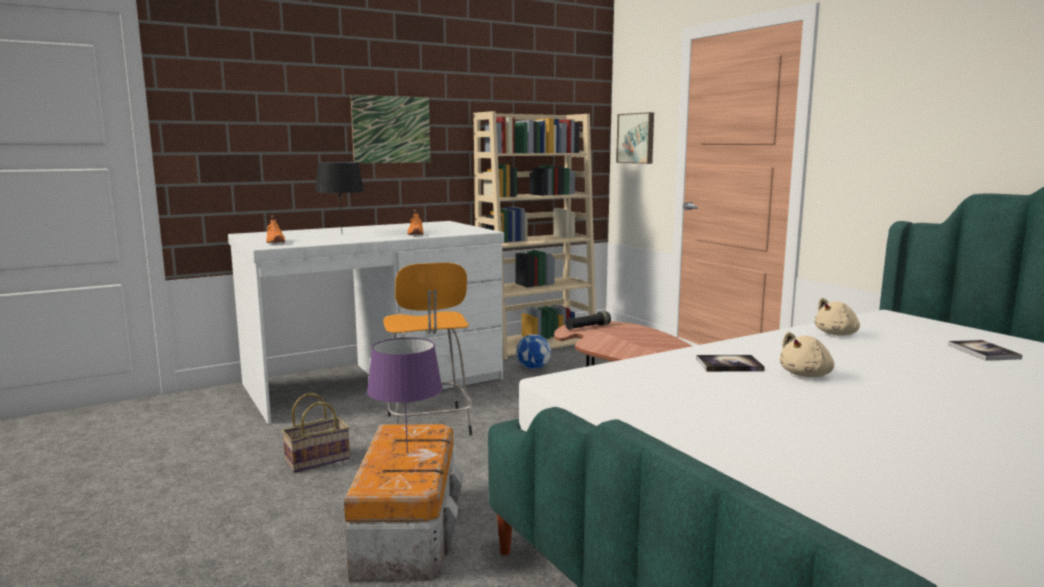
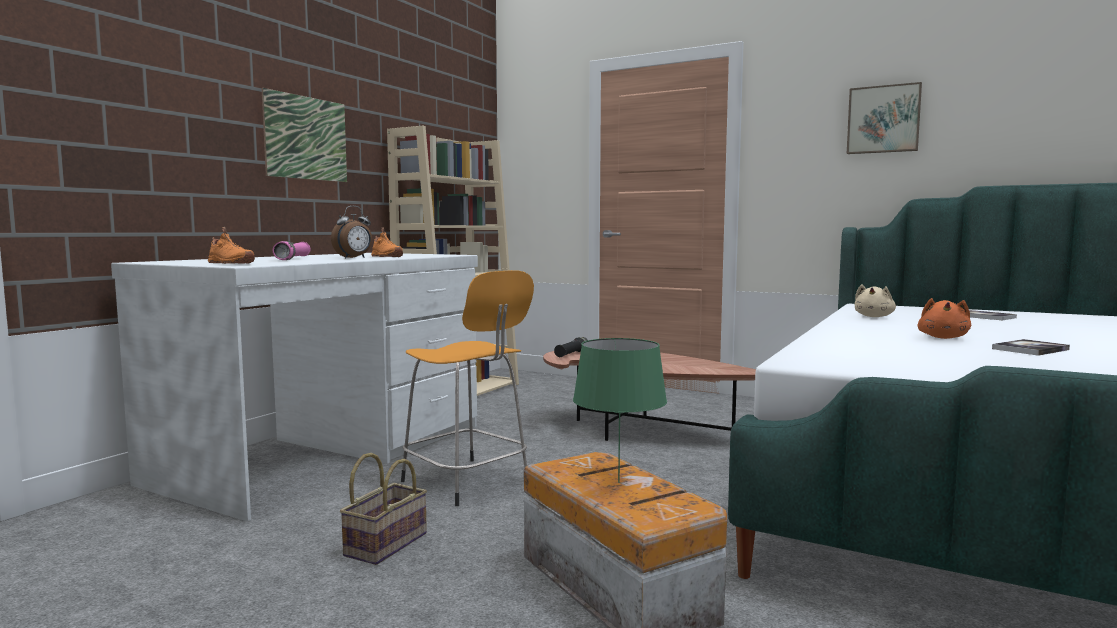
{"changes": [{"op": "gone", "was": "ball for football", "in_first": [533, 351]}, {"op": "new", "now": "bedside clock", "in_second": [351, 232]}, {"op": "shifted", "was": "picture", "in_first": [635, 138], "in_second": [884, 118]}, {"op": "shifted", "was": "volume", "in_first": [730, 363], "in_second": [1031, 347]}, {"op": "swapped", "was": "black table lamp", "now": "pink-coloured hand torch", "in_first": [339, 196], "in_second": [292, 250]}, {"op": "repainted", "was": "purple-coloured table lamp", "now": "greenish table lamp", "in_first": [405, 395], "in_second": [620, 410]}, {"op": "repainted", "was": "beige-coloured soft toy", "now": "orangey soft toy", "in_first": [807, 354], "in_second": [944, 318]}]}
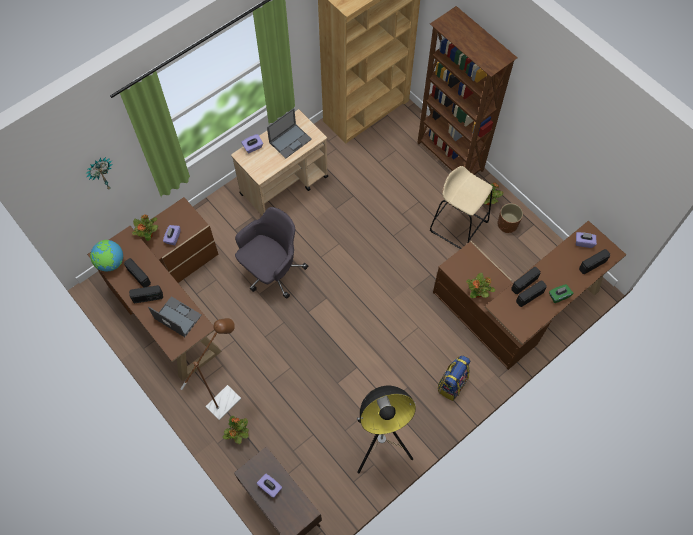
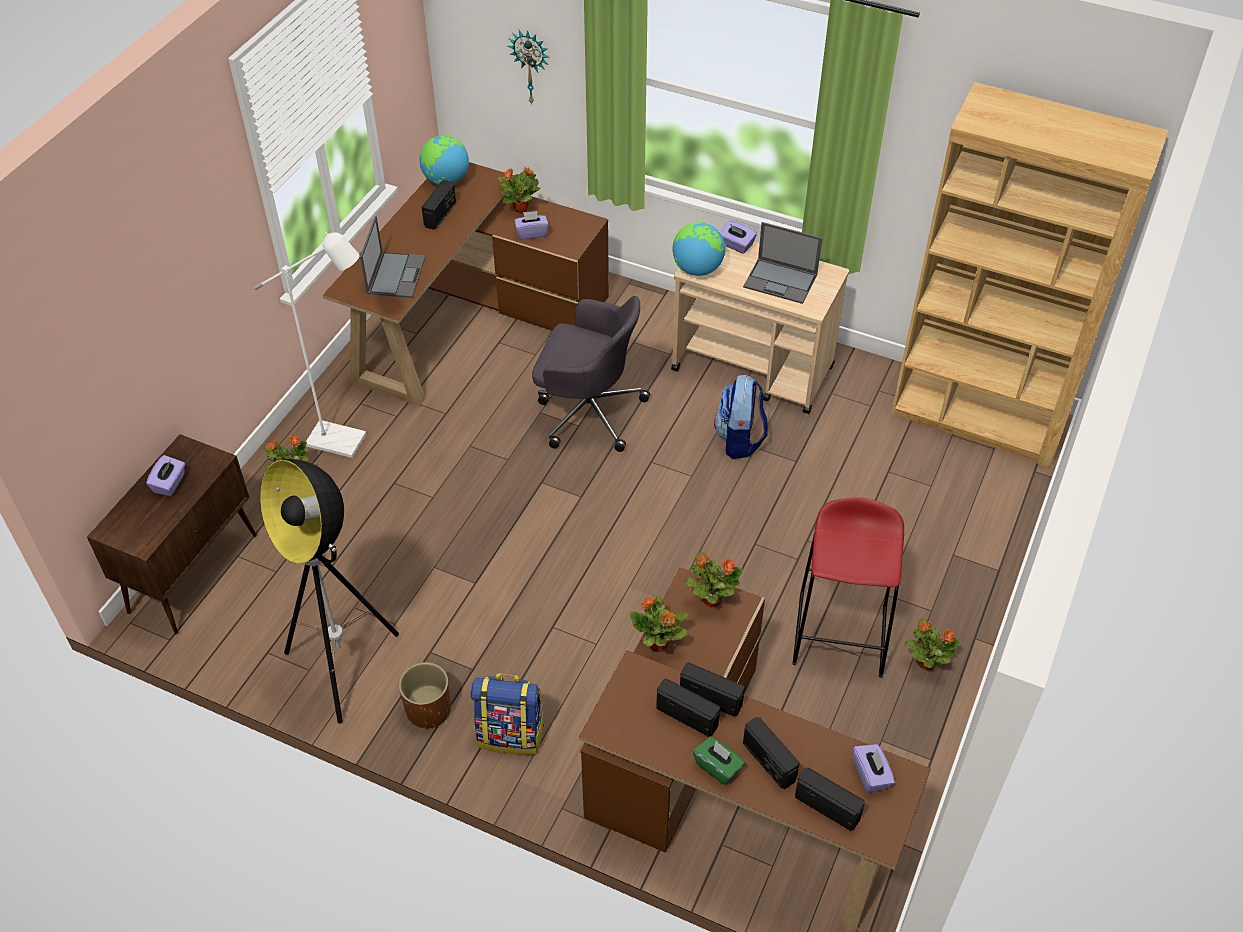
{"changes": [{"op": "gone", "was": "brown shelving unit", "in_first": [467, 90]}, {"op": "new", "now": "globe", "in_second": [699, 249]}, {"op": "new", "now": "plant in a pot", "in_second": [713, 579]}, {"op": "new", "now": "backpack", "in_second": [741, 417]}, {"op": "shifted", "was": "radio receiver", "in_first": [146, 294], "in_second": [771, 753]}, {"op": "shifted", "was": "brown flower pot", "in_first": [510, 218], "in_second": [425, 695]}, {"op": "repainted", "was": "brown standard lamp", "now": "white standard lamp", "in_first": [211, 369], "in_second": [309, 345]}, {"op": "repainted", "was": "beige-coloured stool seat", "now": "red-coloured stool seat", "in_first": [461, 207], "in_second": [848, 587]}]}
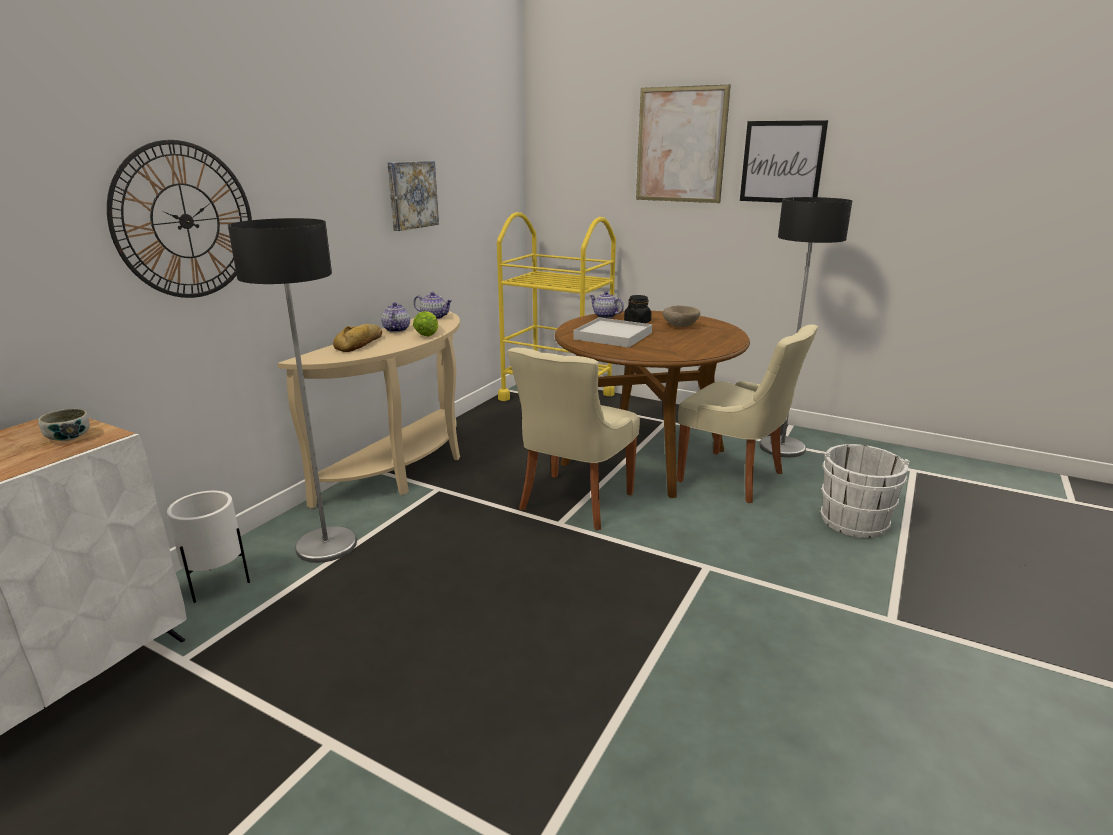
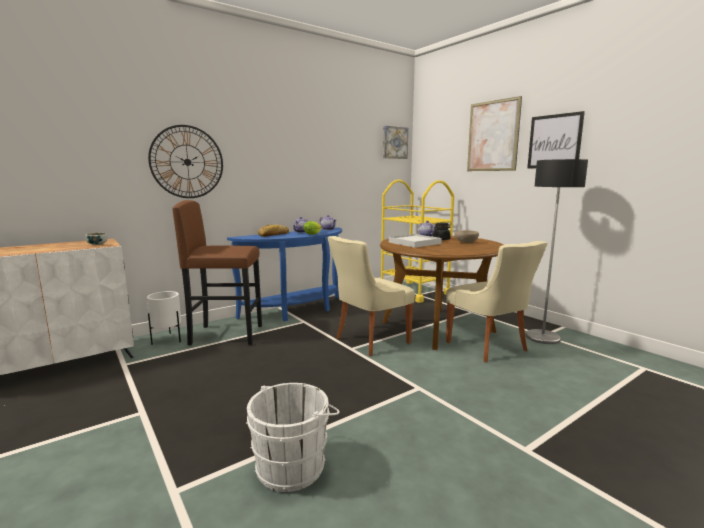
{"changes": [{"op": "shifted", "was": "picture", "in_first": [413, 196], "in_second": [395, 142]}, {"op": "shifted", "was": "white bucket", "in_first": [865, 491], "in_second": [292, 437]}, {"op": "swapped", "was": "standard lamp", "now": "brown stool seat", "in_first": [292, 390], "in_second": [217, 272]}, {"op": "repainted", "was": "beige-coloured hall table", "now": "bluish hall table", "in_first": [369, 409], "in_second": [284, 274]}]}
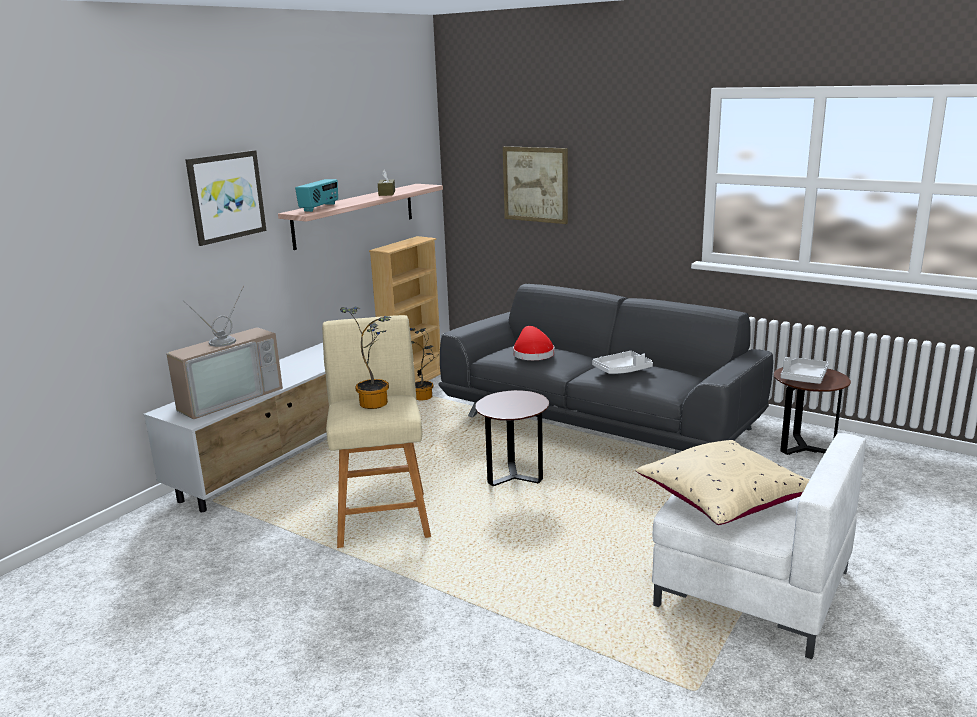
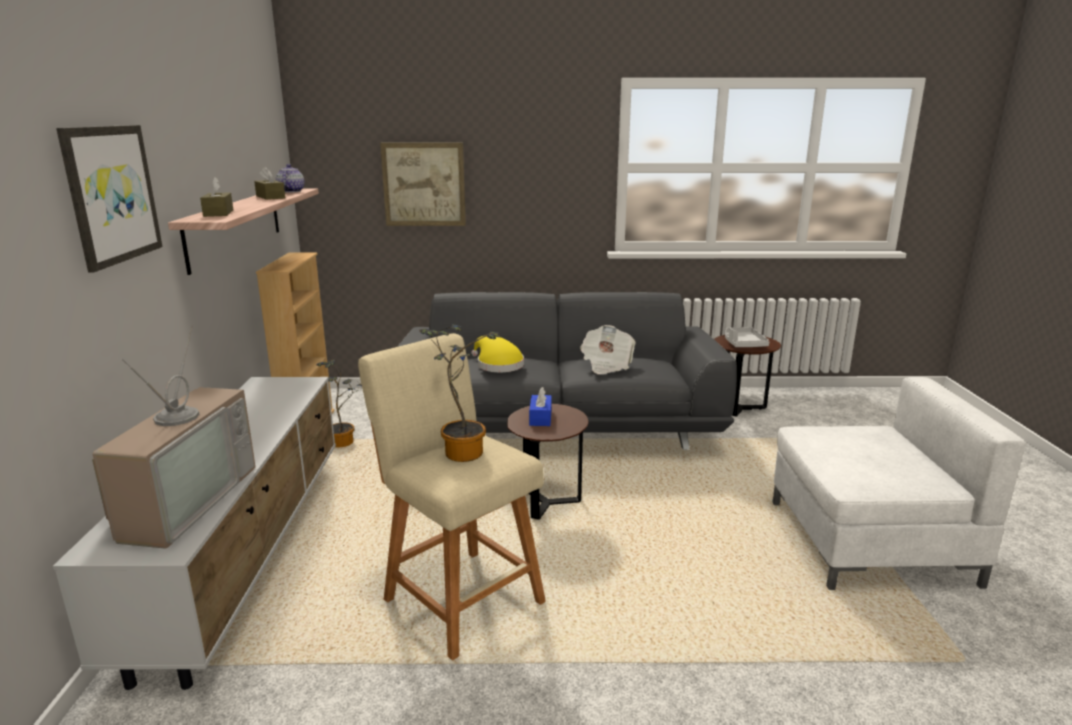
{"changes": [{"op": "gone", "was": "beige-coloured throw pillow", "in_first": [722, 482]}, {"op": "new", "now": "teapot", "in_second": [289, 178]}, {"op": "new", "now": "bluish tissue holder", "in_second": [540, 406]}, {"op": "swapped", "was": "radio receiver", "now": "brown tissue holder", "in_first": [316, 195], "in_second": [216, 197]}, {"op": "swapped", "was": "white tray", "now": "daily paper", "in_first": [622, 362], "in_second": [608, 349]}, {"op": "repainted", "was": "red-coloured wearable hat", "now": "yellow-coloured wearable hat", "in_first": [534, 343], "in_second": [497, 354]}]}
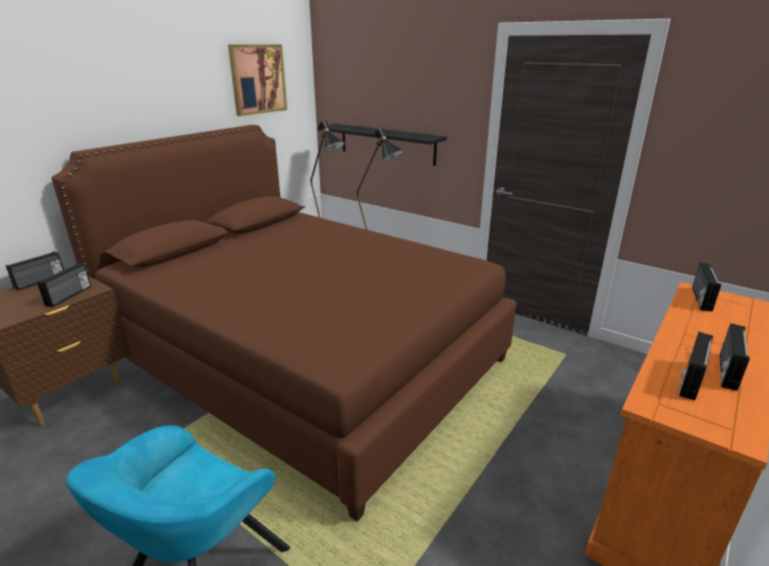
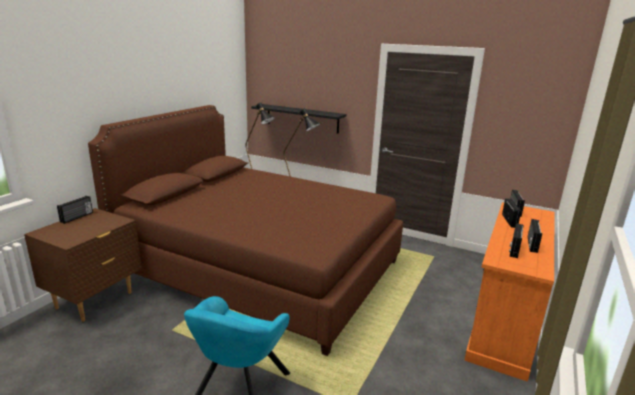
{"changes": [{"op": "gone", "was": "picture", "in_first": [257, 80]}, {"op": "shifted", "was": "radio receiver", "in_first": [64, 285], "in_second": [511, 213]}]}
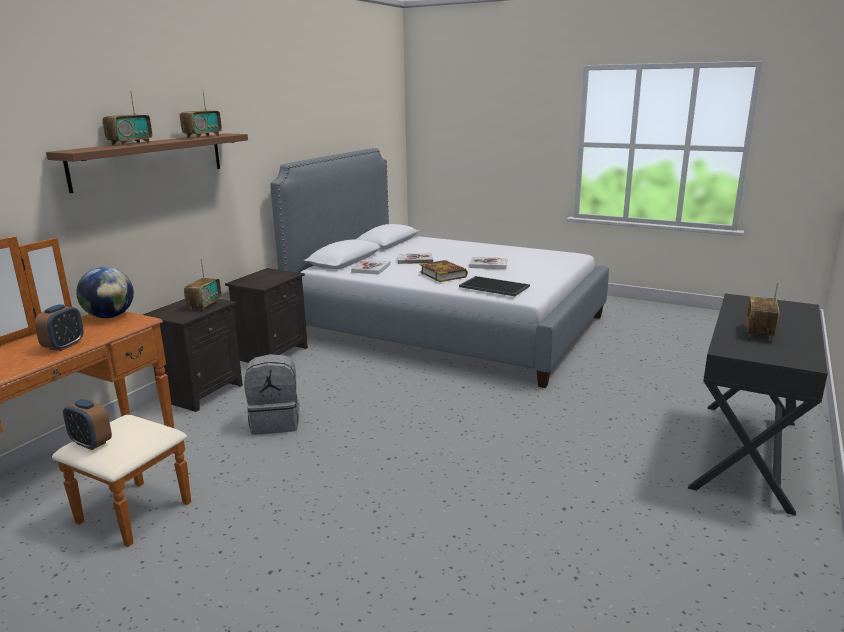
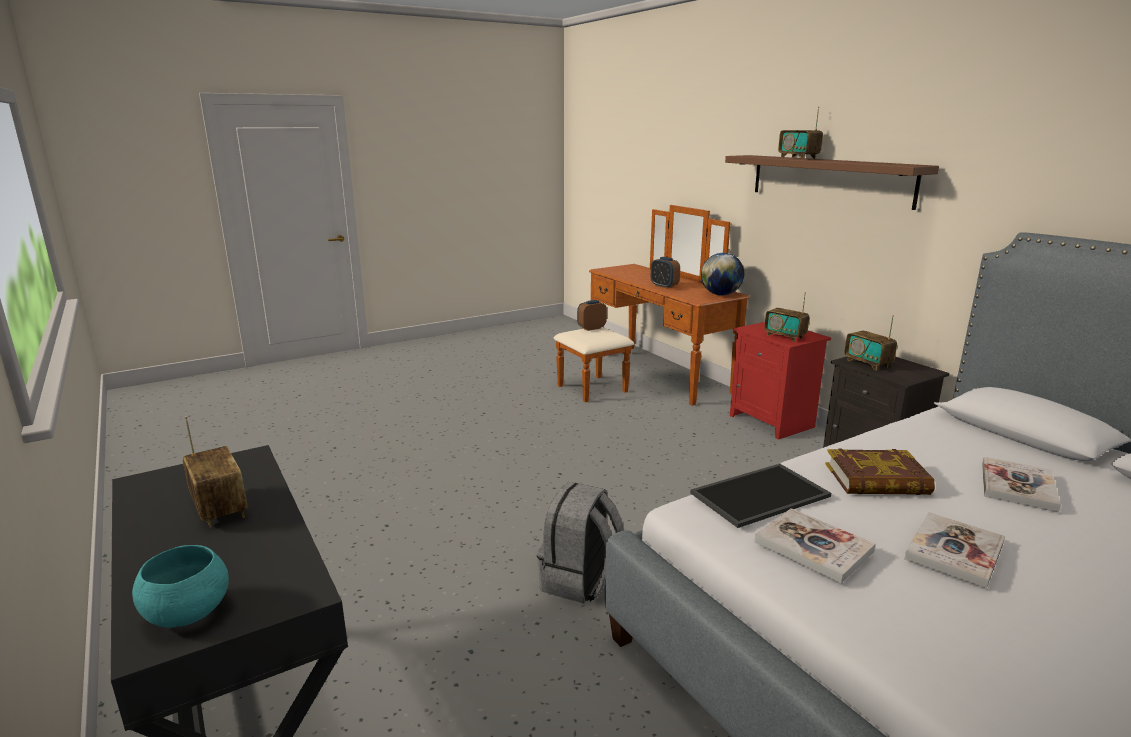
{"changes": [{"op": "new", "now": "turquoise serving bowl", "in_second": [180, 586]}, {"op": "shifted", "was": "radio receiver", "in_first": [201, 114], "in_second": [871, 343]}, {"op": "shifted", "was": "grey backpack", "in_first": [271, 394], "in_second": [580, 542]}, {"op": "shifted", "was": "volume", "in_first": [371, 267], "in_second": [815, 545]}, {"op": "repainted", "was": "black bedside table", "now": "red-coloured bedside table", "in_first": [193, 355], "in_second": [780, 380]}]}
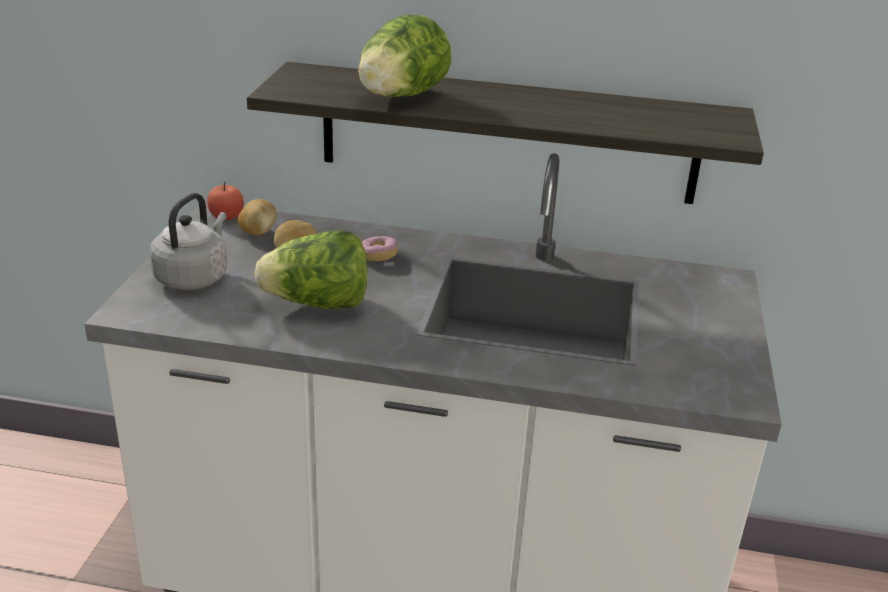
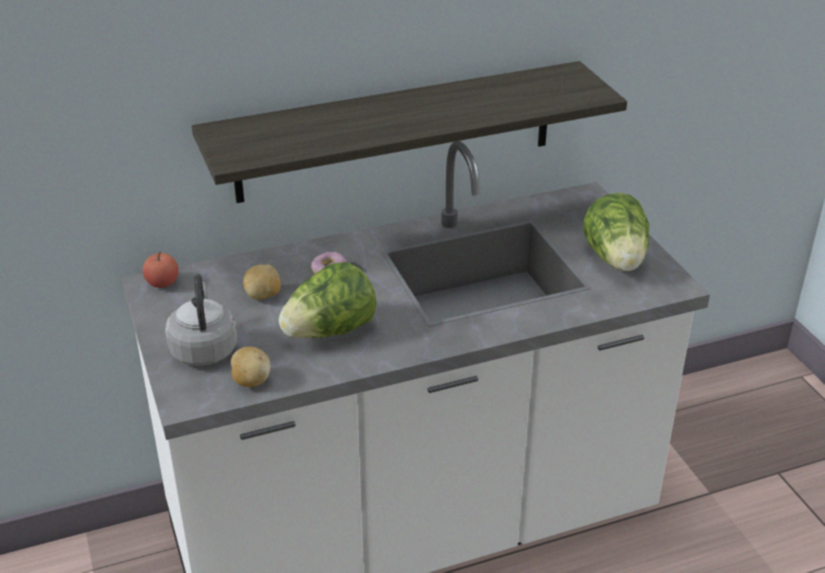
{"changes": [{"op": "shifted", "was": "potato", "in_first": [257, 217], "in_second": [251, 367]}, {"op": "shifted", "was": "lettuce", "in_first": [404, 56], "in_second": [616, 232]}]}
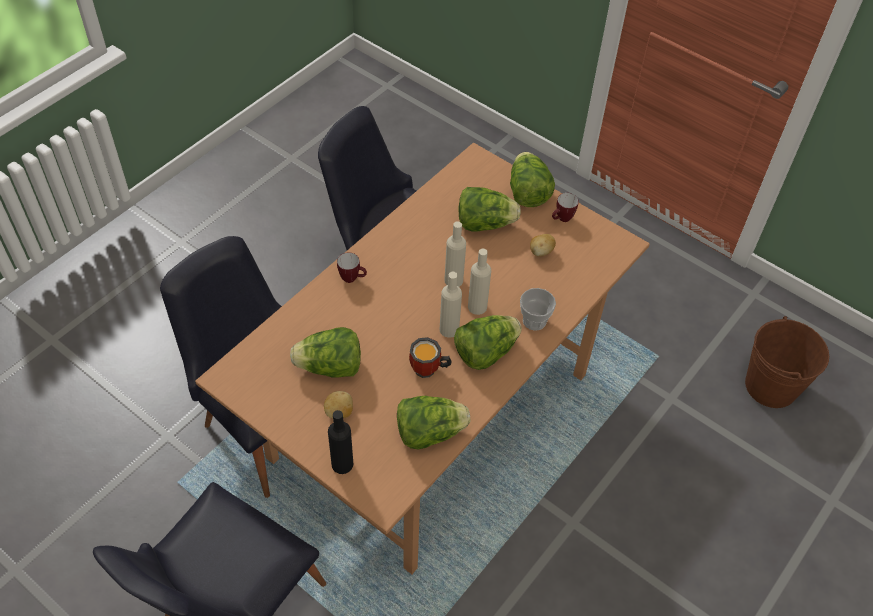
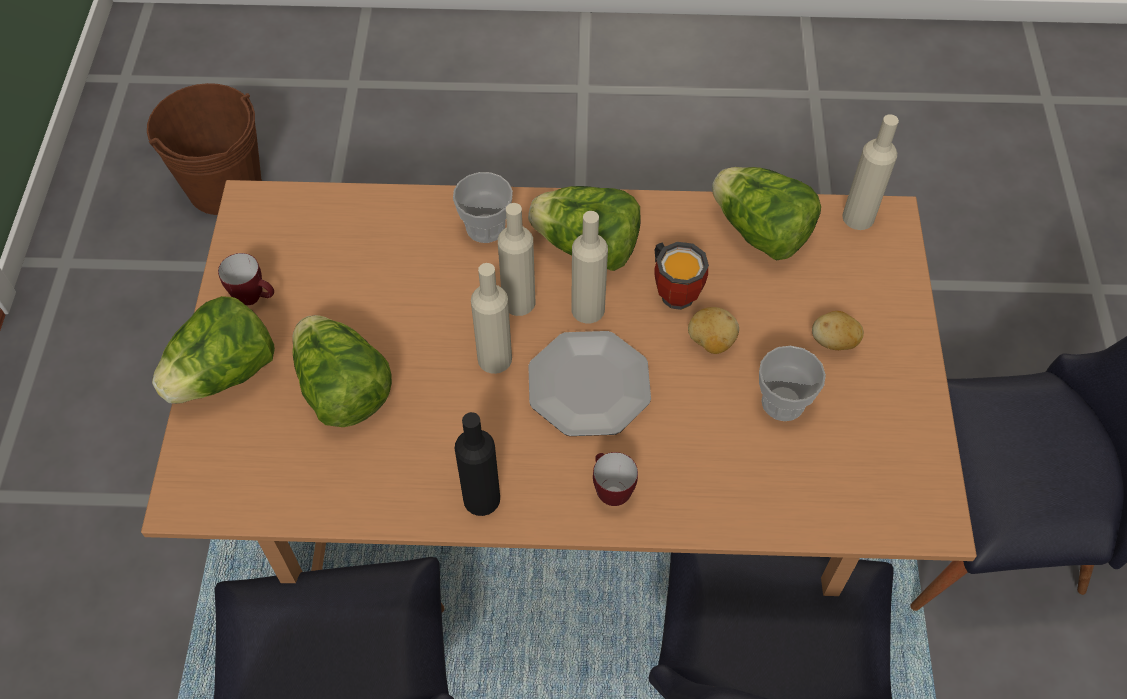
{"changes": [{"op": "new", "now": "plate", "in_second": [589, 383]}, {"op": "new", "now": "beige-coloured beverage bottle", "in_second": [870, 172]}, {"op": "shifted", "was": "black beverage bottle", "in_first": [340, 442], "in_second": [477, 464]}, {"op": "shifted", "was": "potato", "in_first": [543, 245], "in_second": [713, 330]}, {"op": "swapped", "was": "lettuce", "now": "drinking cup", "in_first": [325, 352], "in_second": [792, 383]}]}
